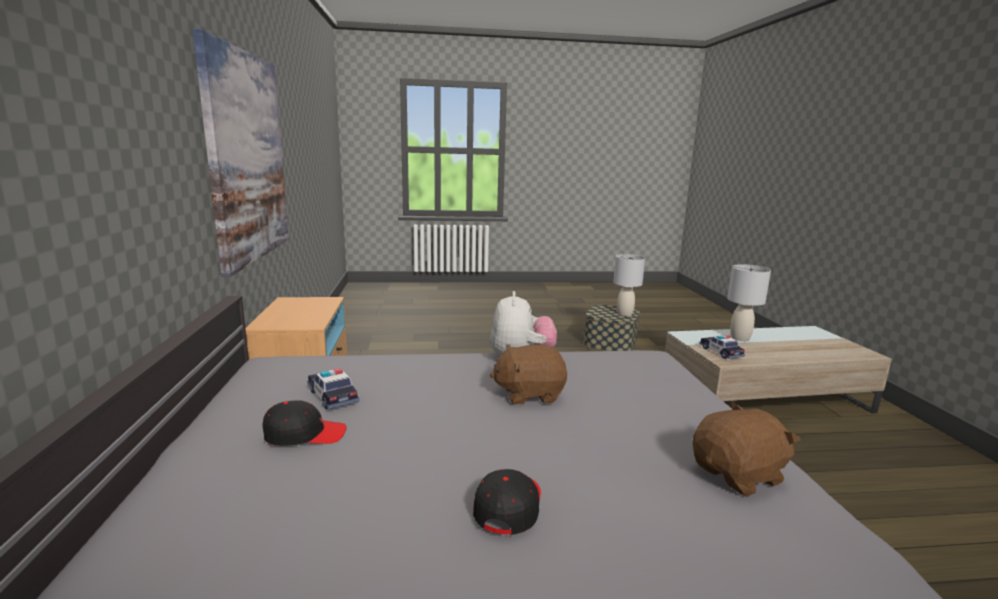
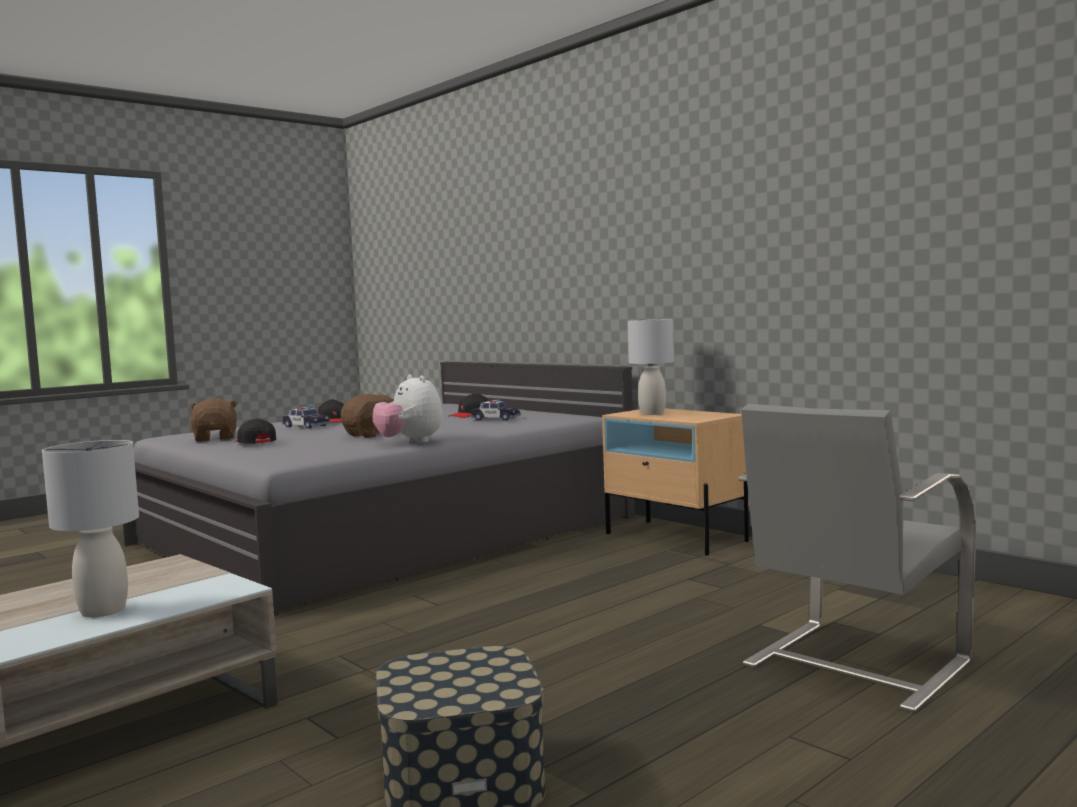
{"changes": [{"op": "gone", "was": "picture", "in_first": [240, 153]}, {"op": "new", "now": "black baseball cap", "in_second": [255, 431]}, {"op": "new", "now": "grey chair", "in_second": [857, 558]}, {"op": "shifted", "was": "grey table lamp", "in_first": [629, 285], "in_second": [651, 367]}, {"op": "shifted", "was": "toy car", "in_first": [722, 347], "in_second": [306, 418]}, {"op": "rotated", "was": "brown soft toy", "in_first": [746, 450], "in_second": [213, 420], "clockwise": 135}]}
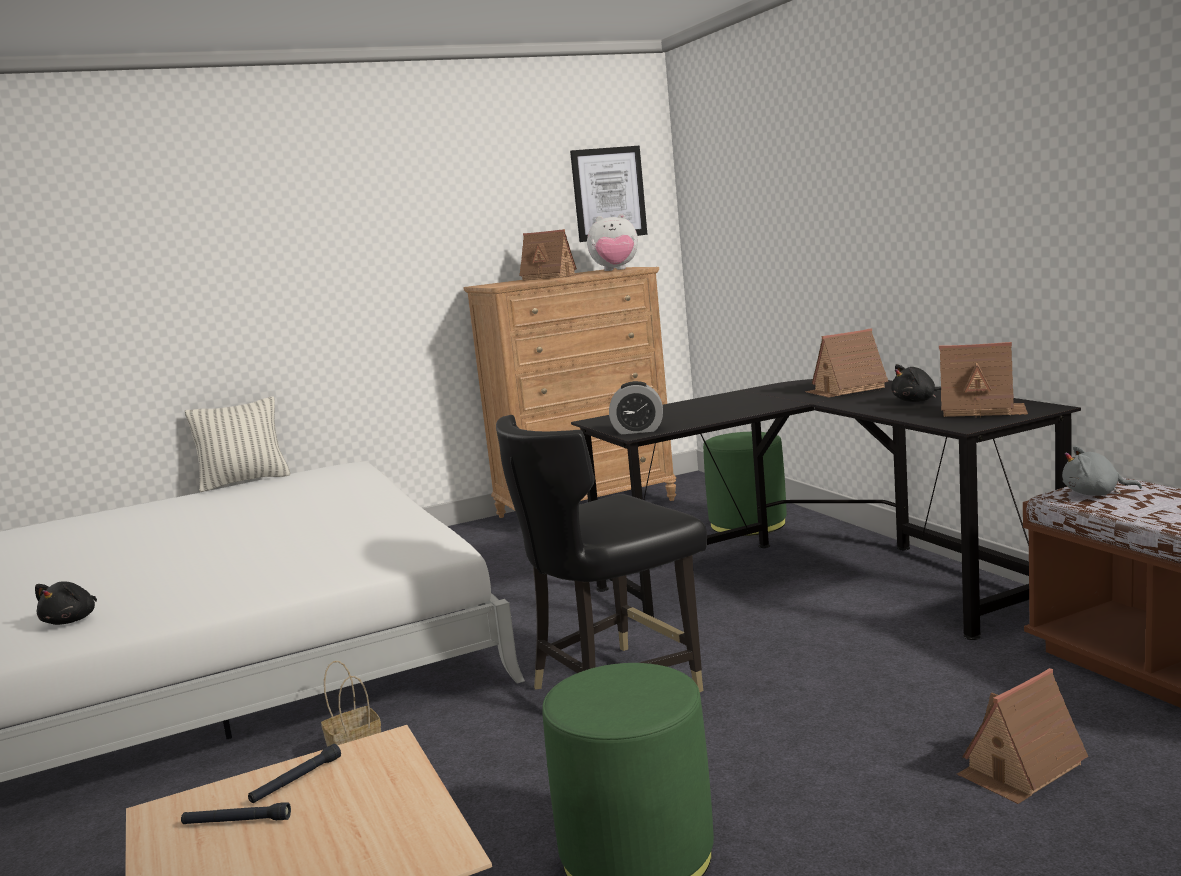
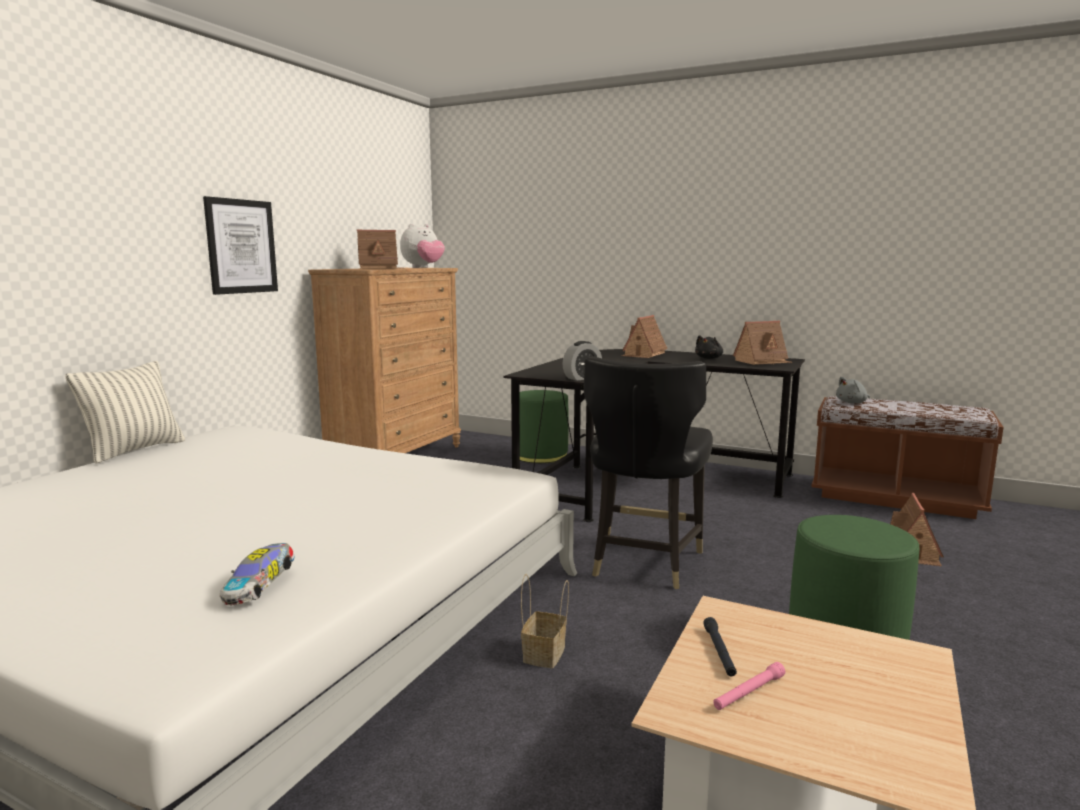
{"changes": [{"op": "shifted", "was": "picture", "in_first": [608, 194], "in_second": [240, 245]}, {"op": "swapped", "was": "black soft toy", "now": "toy car", "in_first": [66, 603], "in_second": [257, 574]}, {"op": "repainted", "was": "black hand torch", "now": "pink-coloured hand torch", "in_first": [236, 813], "in_second": [749, 686]}]}
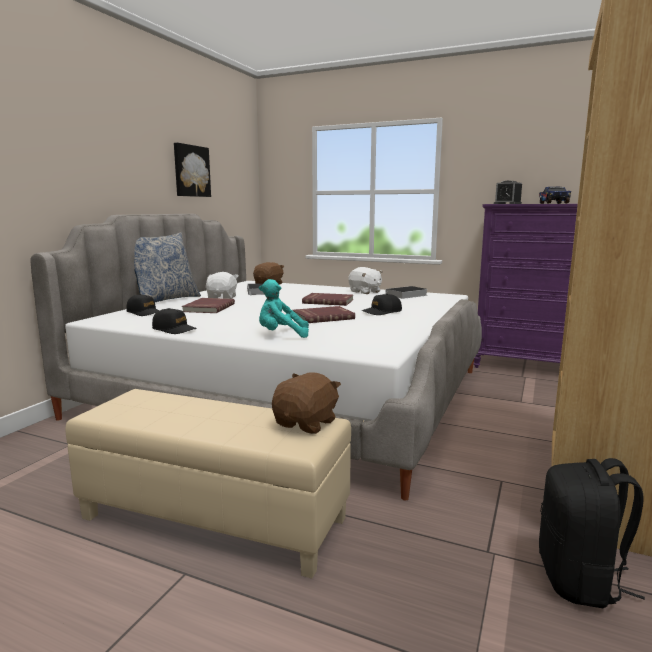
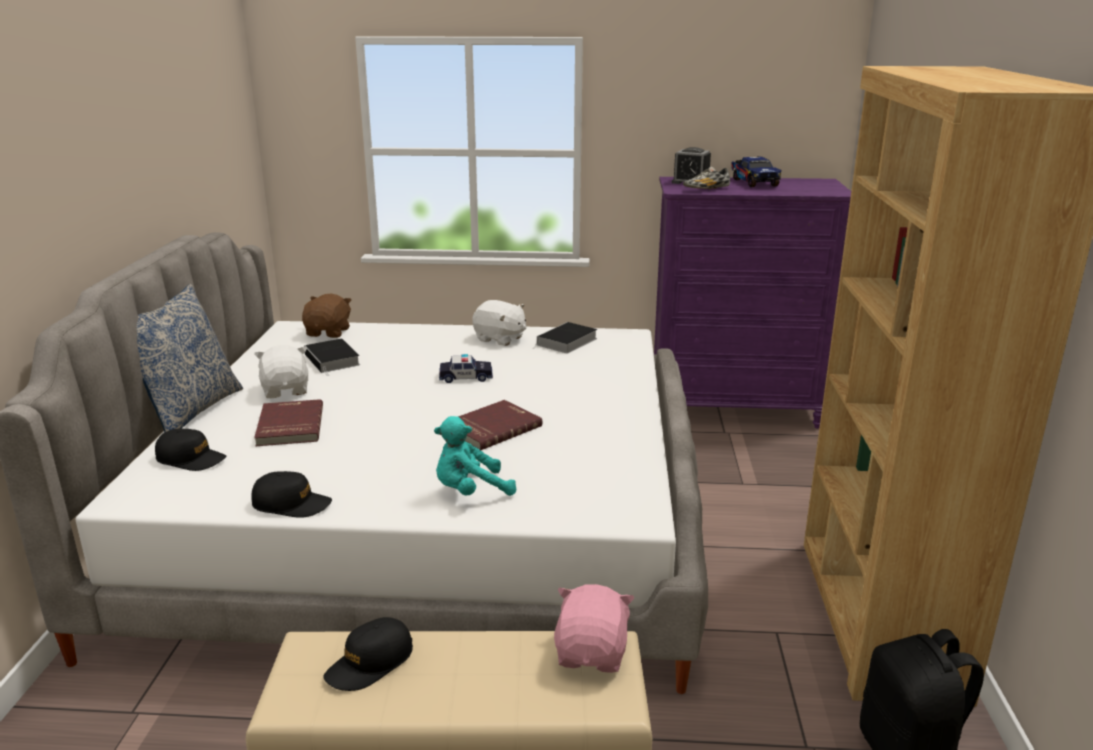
{"changes": [{"op": "gone", "was": "picture", "in_first": [192, 170]}, {"op": "new", "now": "item of footwear", "in_second": [706, 178]}, {"op": "shifted", "was": "black baseball cap", "in_first": [382, 304], "in_second": [368, 654]}, {"op": "swapped", "was": "red-coloured volume", "now": "toy car", "in_first": [327, 299], "in_second": [466, 368]}, {"op": "repainted", "was": "brown soft toy", "now": "pink-coloured soft toy", "in_first": [306, 403], "in_second": [594, 628]}]}
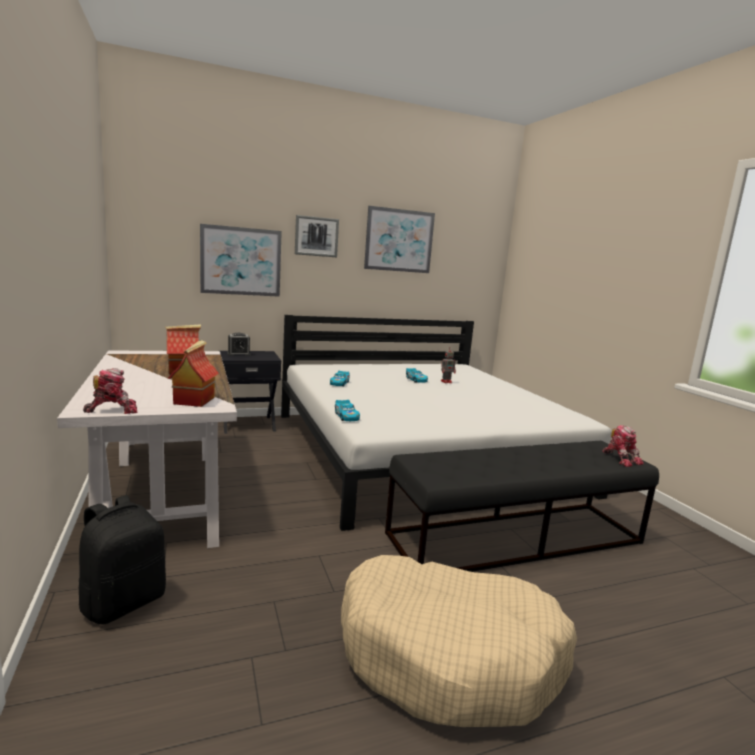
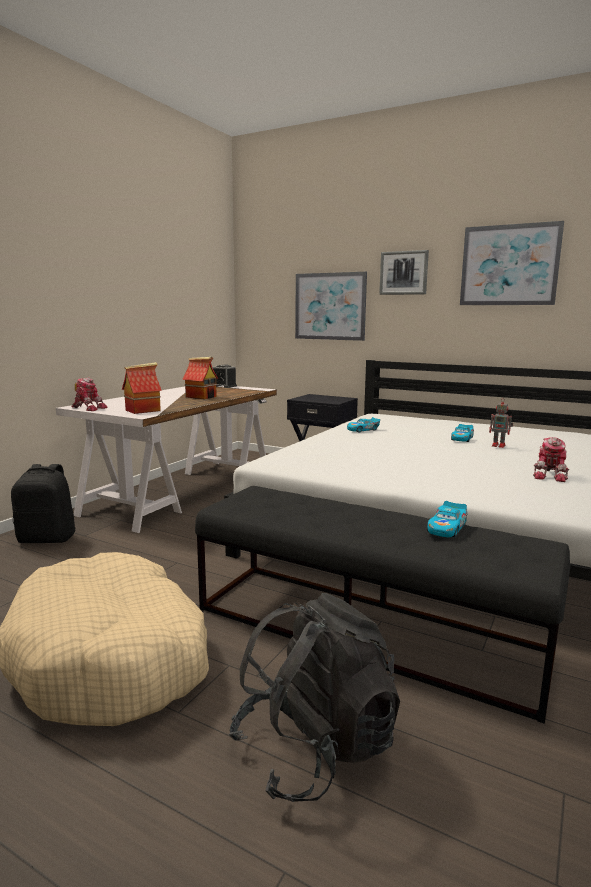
{"changes": [{"op": "new", "now": "black backpack", "in_second": [314, 697]}, {"op": "shifted", "was": "bedside clock", "in_first": [239, 344], "in_second": [224, 376]}, {"op": "shifted", "was": "toy car", "in_first": [347, 410], "in_second": [447, 519]}, {"op": "shifted", "was": "model robot", "in_first": [623, 446], "in_second": [551, 459]}]}
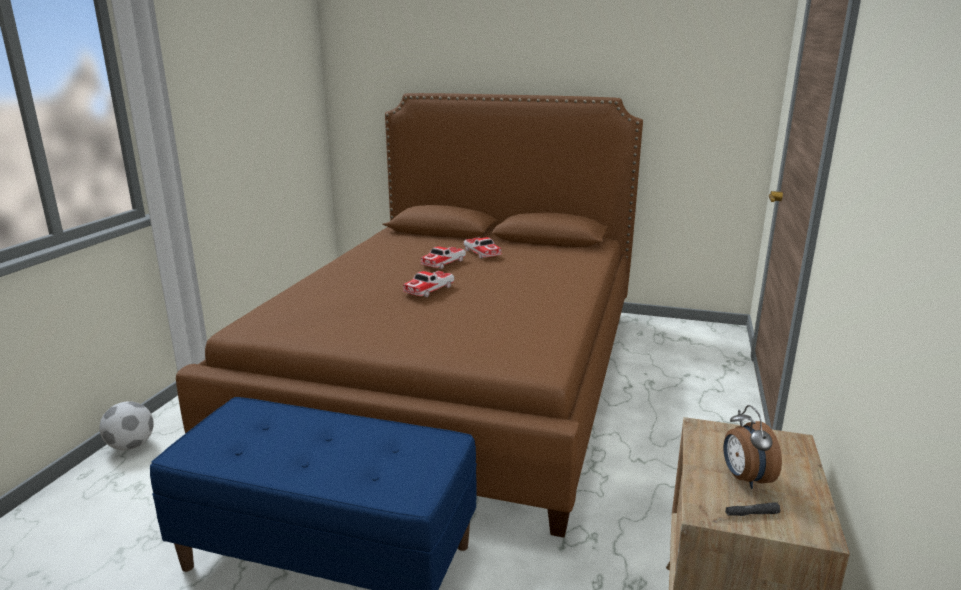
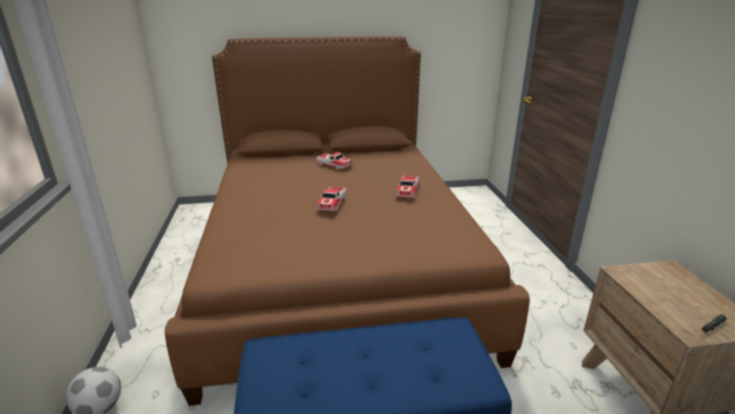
{"changes": [{"op": "gone", "was": "bedside clock", "in_first": [752, 447]}, {"op": "shifted", "was": "toy car", "in_first": [443, 257], "in_second": [407, 186]}]}
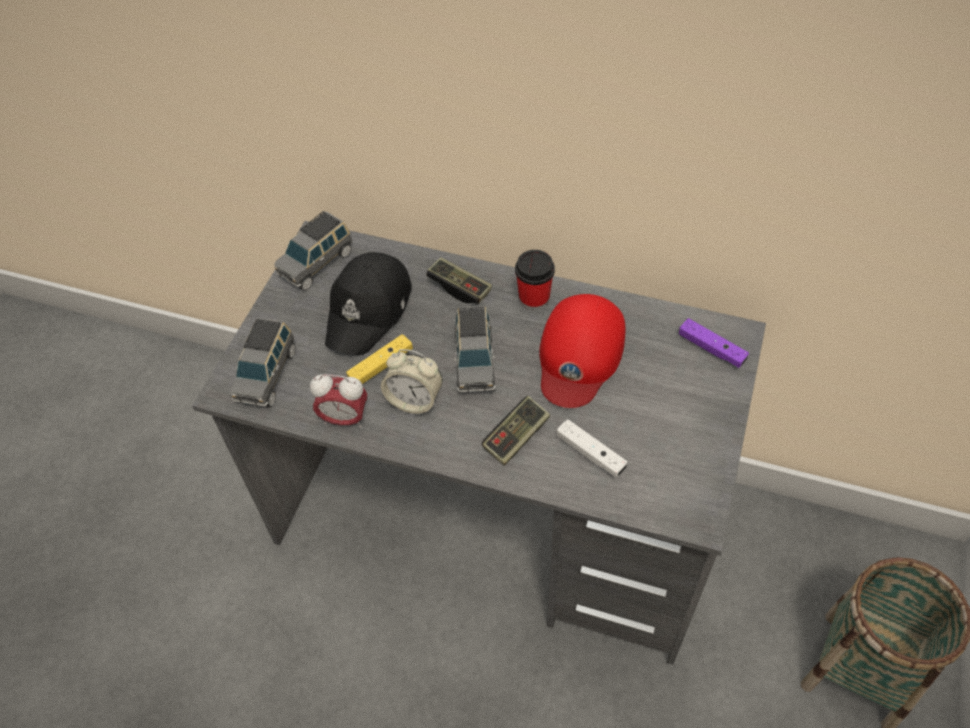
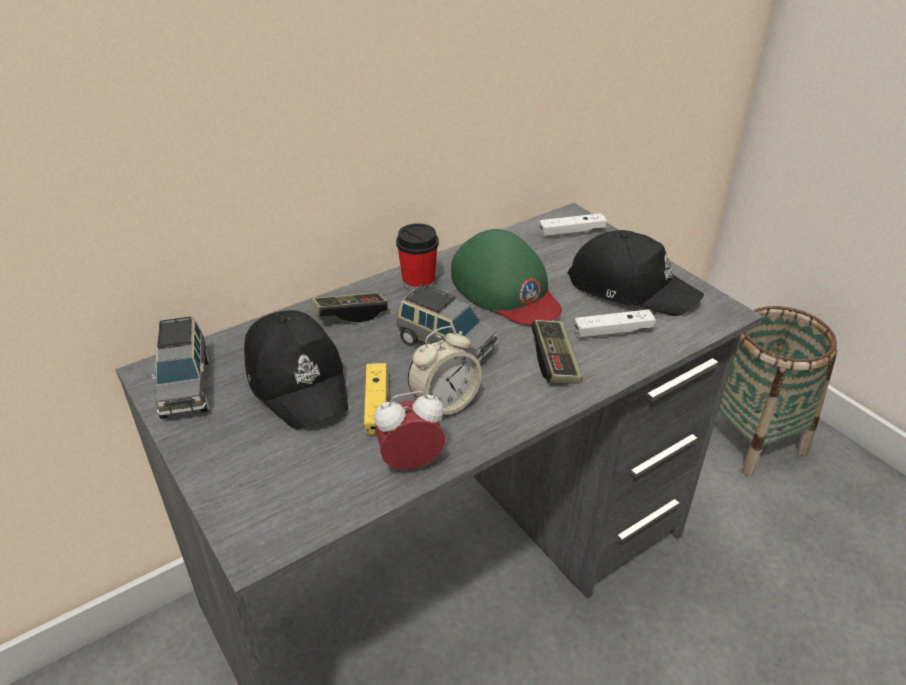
{"changes": [{"op": "gone", "was": "grey toy car", "in_first": [263, 362]}, {"op": "new", "now": "black baseball cap", "in_second": [636, 273]}, {"op": "repainted", "was": "red-coloured baseball cap", "now": "greenish baseball cap", "in_first": [582, 351], "in_second": [506, 277]}, {"op": "repainted", "was": "purple-coloured gamepad", "now": "white gamepad", "in_first": [714, 343], "in_second": [573, 225]}, {"op": "rotated", "was": "bedside clock", "in_first": [338, 401], "in_second": [410, 430], "clockwise": -150}]}
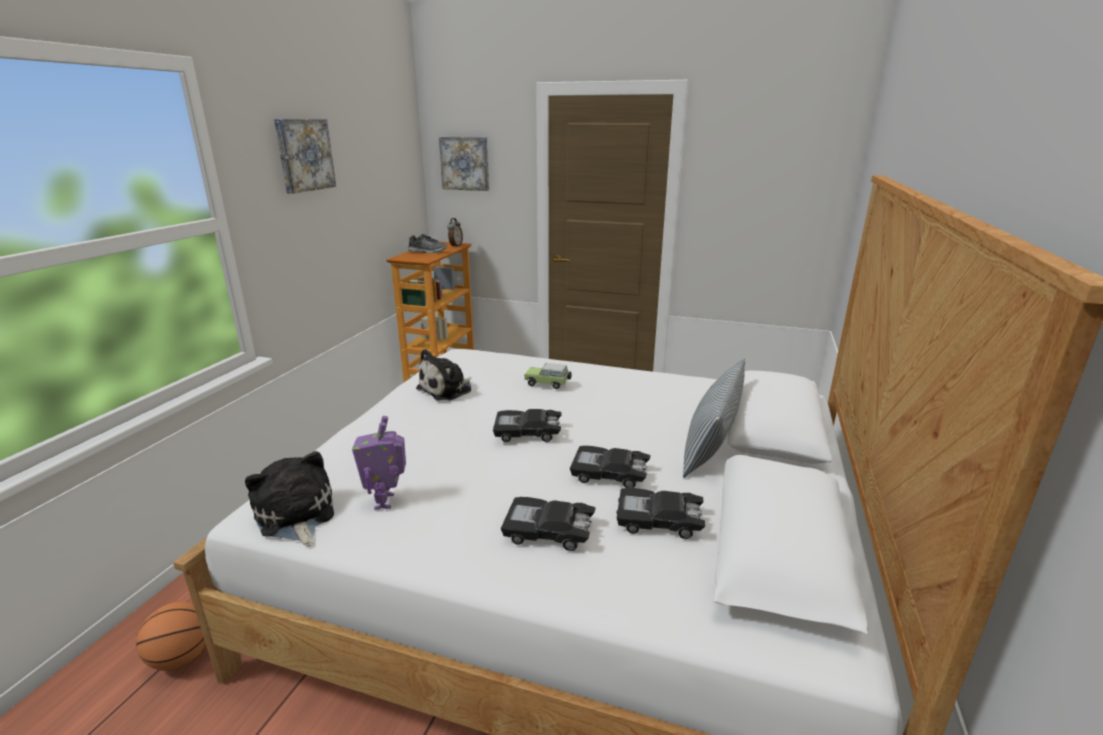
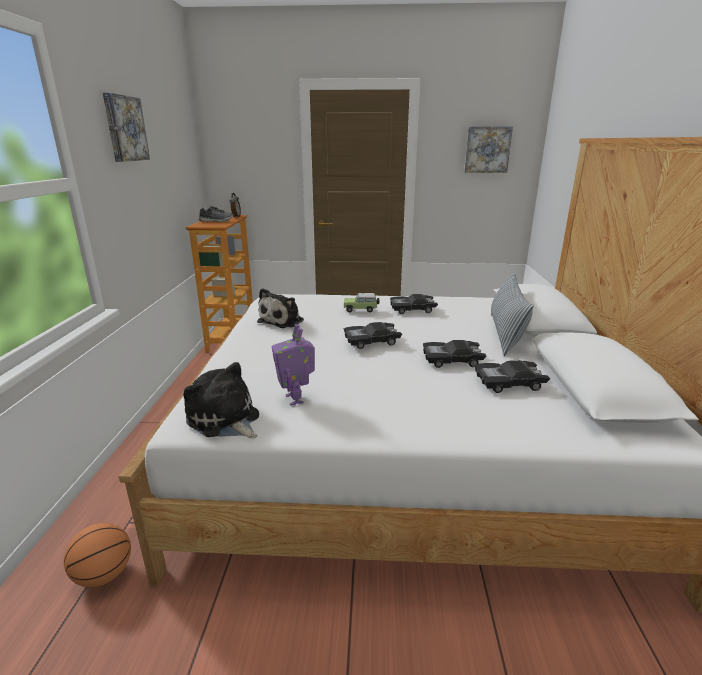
{"changes": [{"op": "shifted", "was": "picture", "in_first": [464, 164], "in_second": [488, 150]}, {"op": "shifted", "was": "black toy car", "in_first": [548, 524], "in_second": [414, 304]}]}
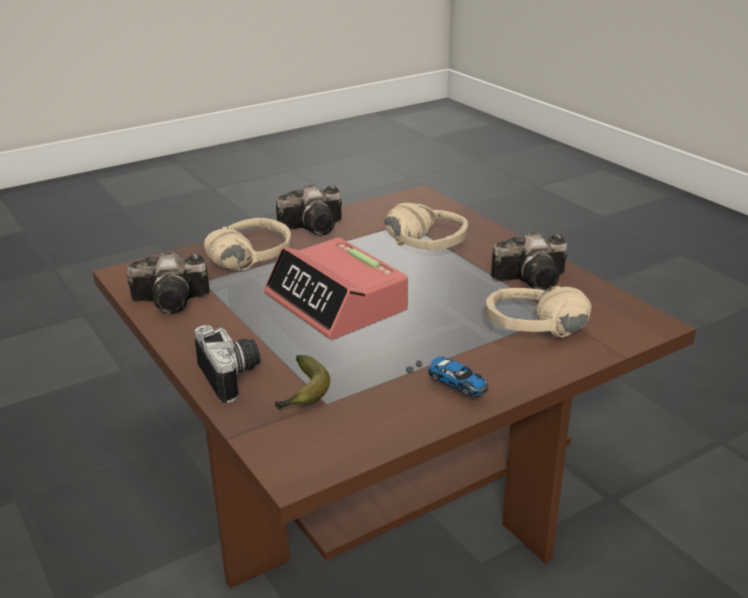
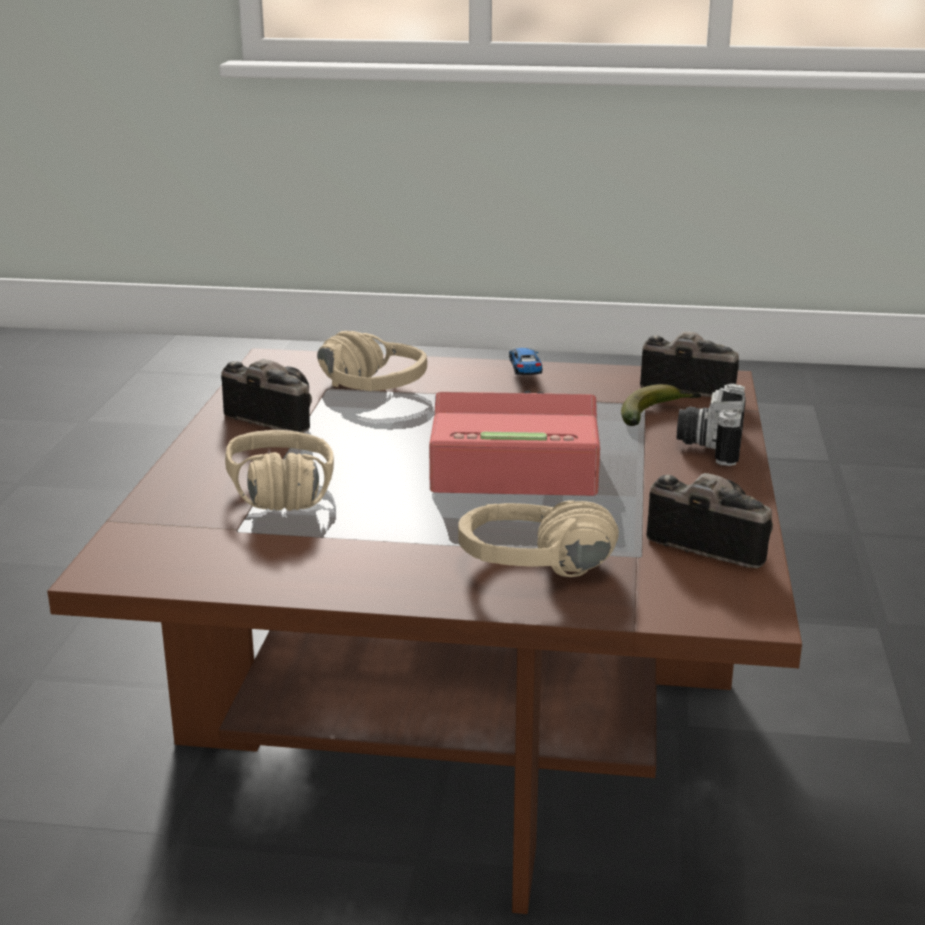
{"changes": [{"op": "shifted", "was": "still camera", "in_first": [309, 210], "in_second": [689, 364]}, {"op": "rotated", "was": "bedside clock", "in_first": [336, 289], "in_second": [514, 444], "clockwise": -90}]}
